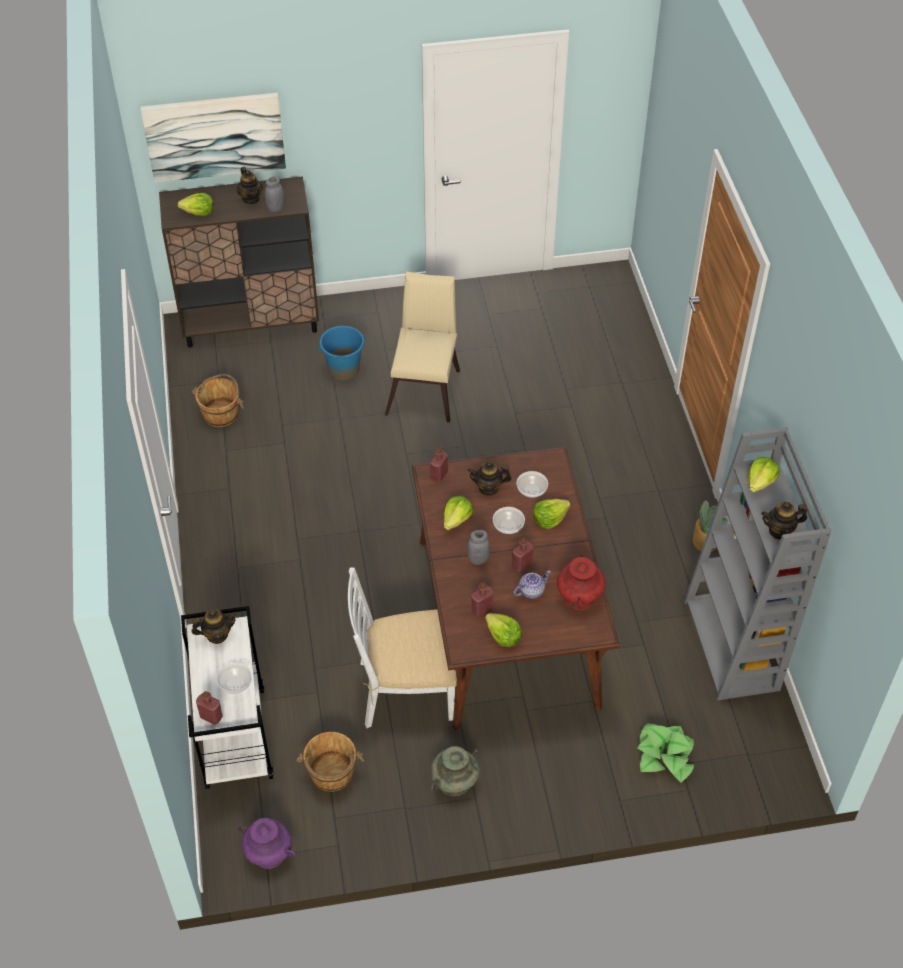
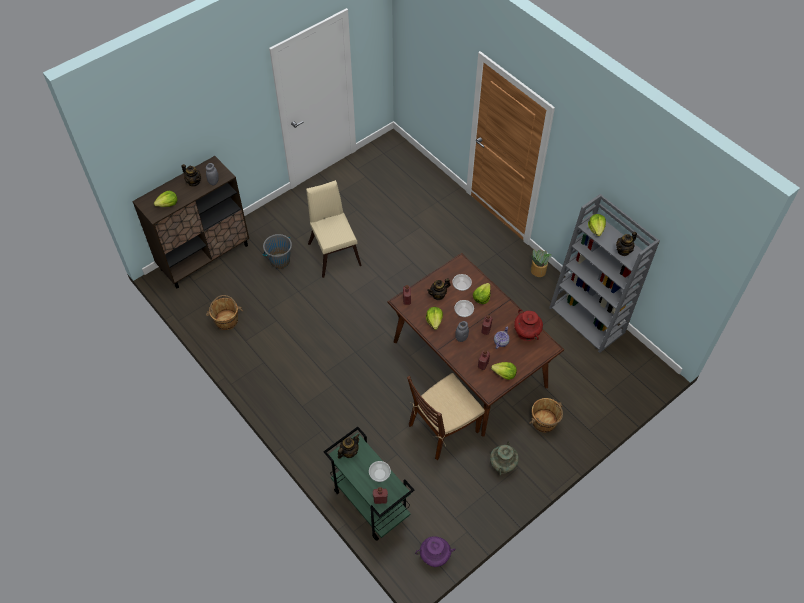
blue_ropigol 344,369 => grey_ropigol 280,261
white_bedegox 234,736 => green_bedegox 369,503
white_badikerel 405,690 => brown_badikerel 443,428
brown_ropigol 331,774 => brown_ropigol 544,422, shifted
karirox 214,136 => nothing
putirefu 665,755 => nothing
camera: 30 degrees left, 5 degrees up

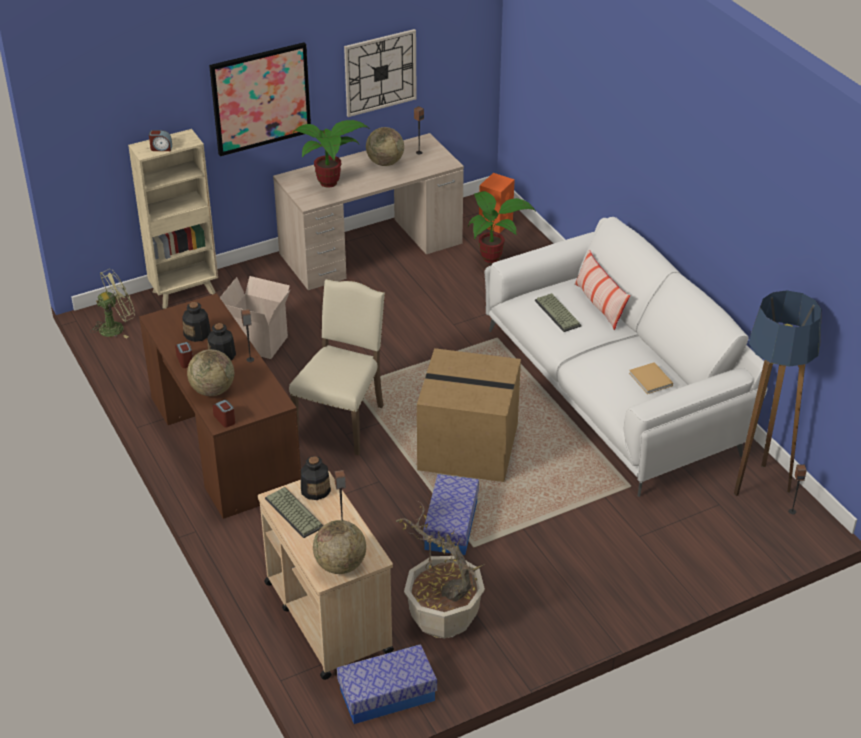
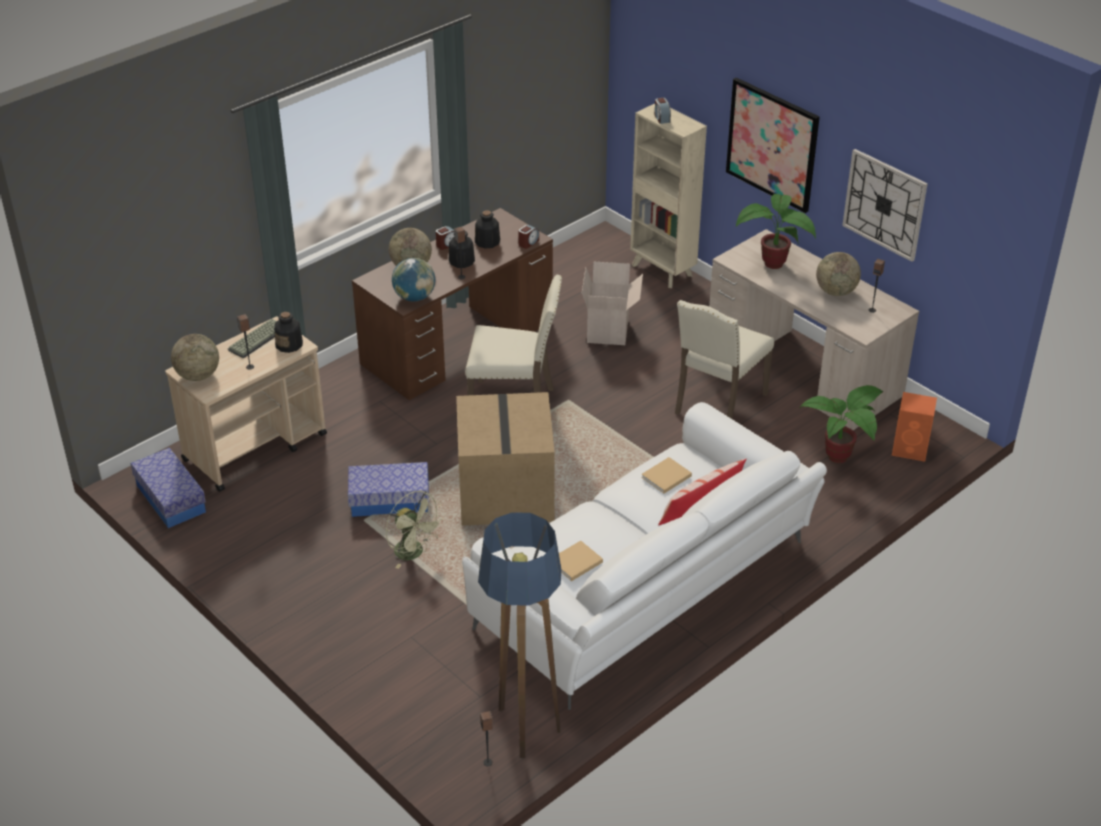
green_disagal 116,327 => green_disagal 414,553, shifted
nothing => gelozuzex 414,297
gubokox 225,419 => gubokox 528,243, shifted
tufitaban 559,313 => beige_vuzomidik 665,477
nothing => beige_badikerel 718,404
putirefu 443,619 => nothing
camera: 75 degrees right, 0 degrees up

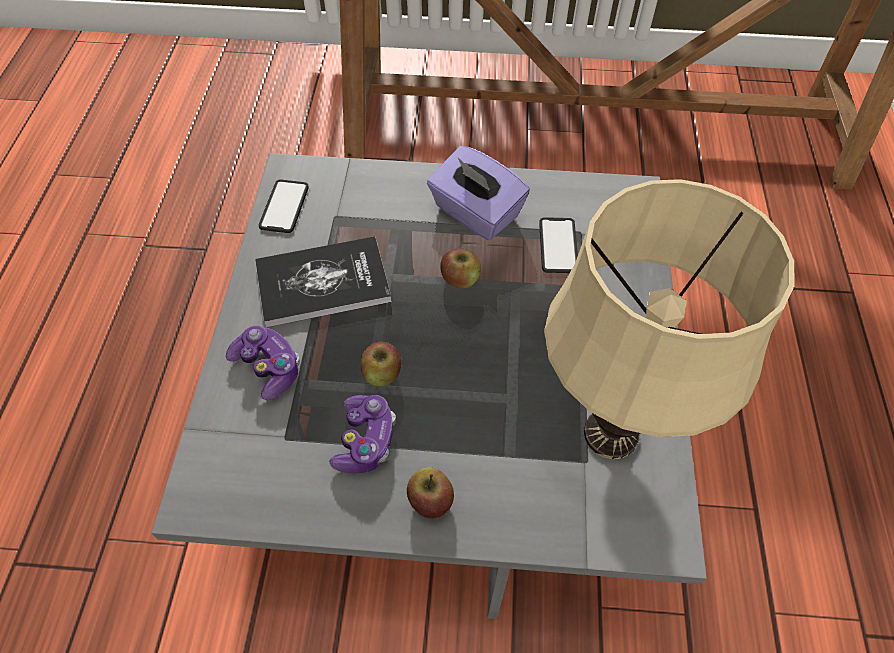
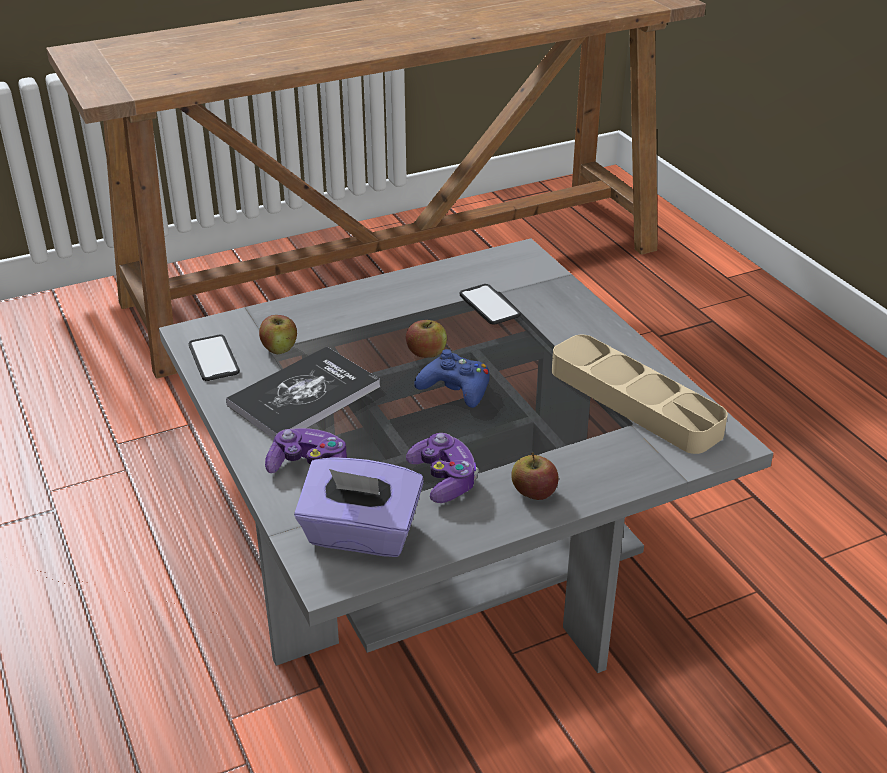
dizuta 382,374 => dizuta 279,348, shifted
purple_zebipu 475,213 => purple_zebipu 360,535, shifted
nothing => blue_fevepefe 456,388
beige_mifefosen 609,434 => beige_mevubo 634,401
camera: 30 degrees left, 20 degrees down

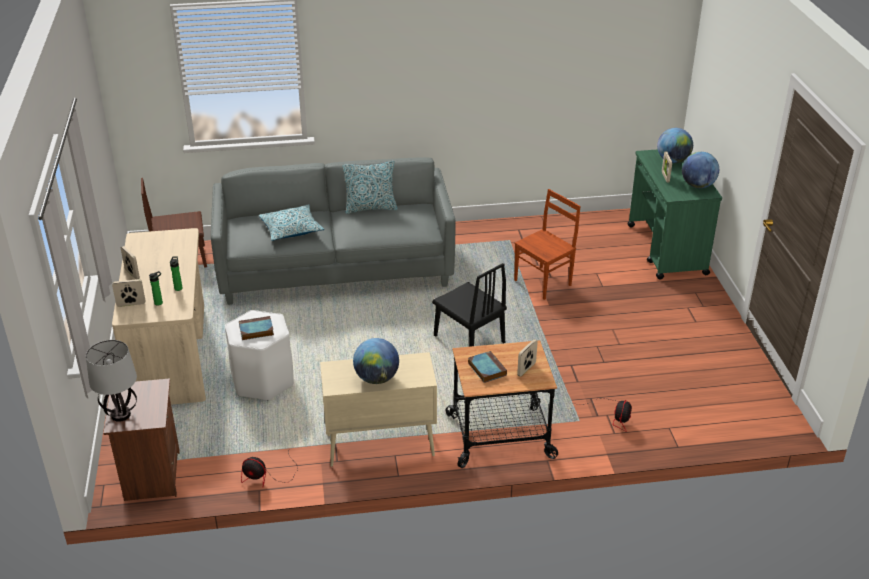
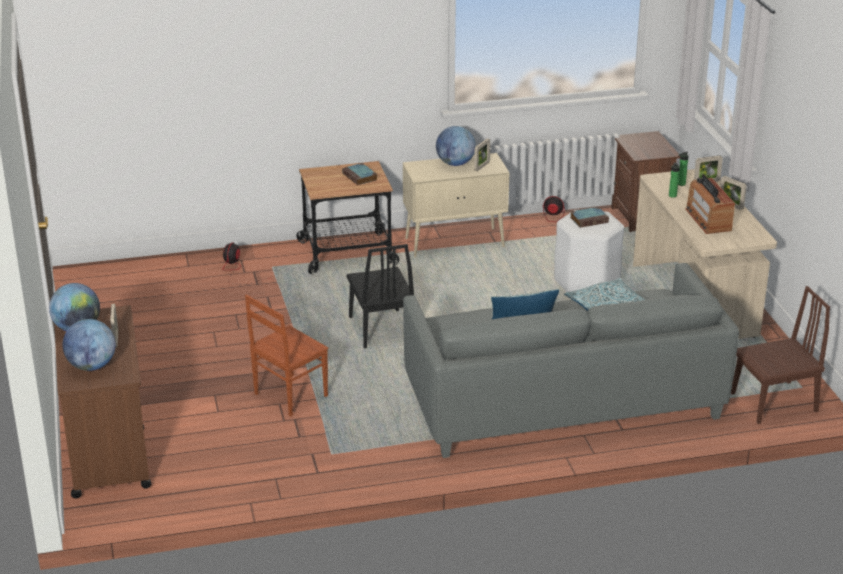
green_bedegox 667,250 => brown_bedegox 108,450
black_badikerel 469,339 => black_badikerel 381,328, 150 degrees counterclockwise
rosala 526,369 => rosala 482,166, shifted
nothing => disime 708,219
mifefosen 121,415 => nothing
camera: 175 degrees right, 5 degrees down

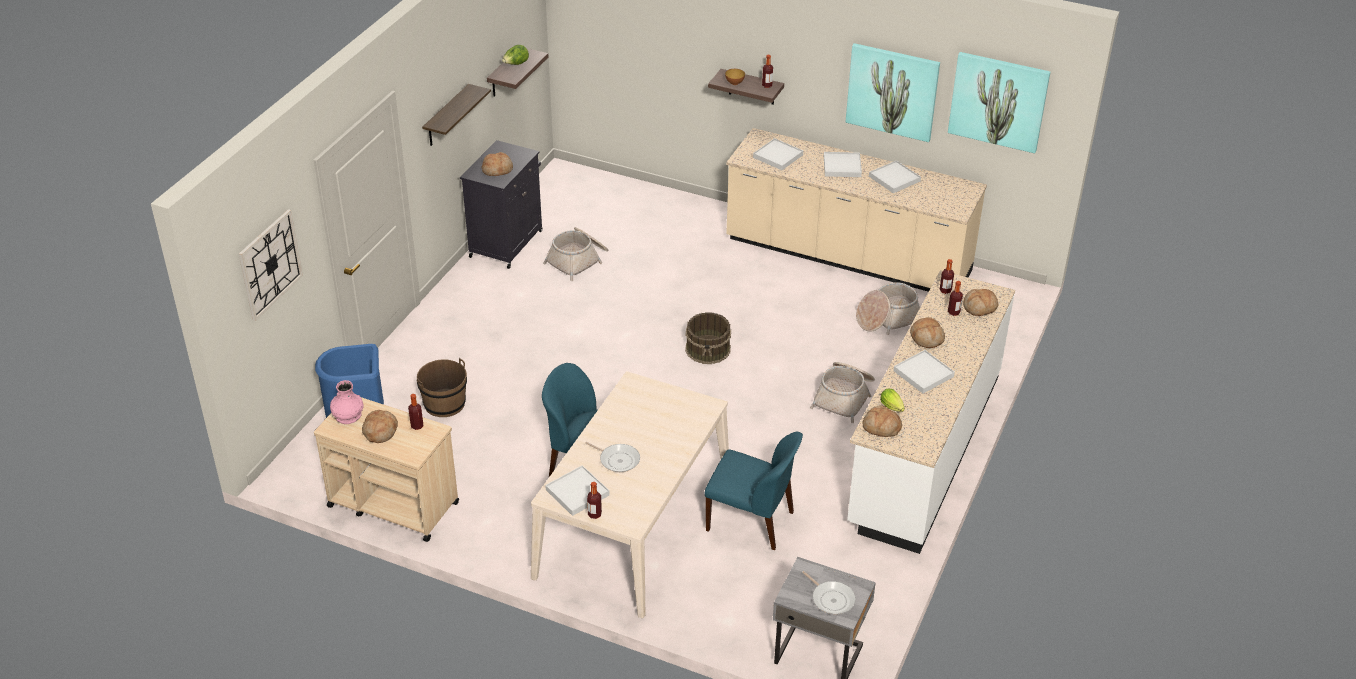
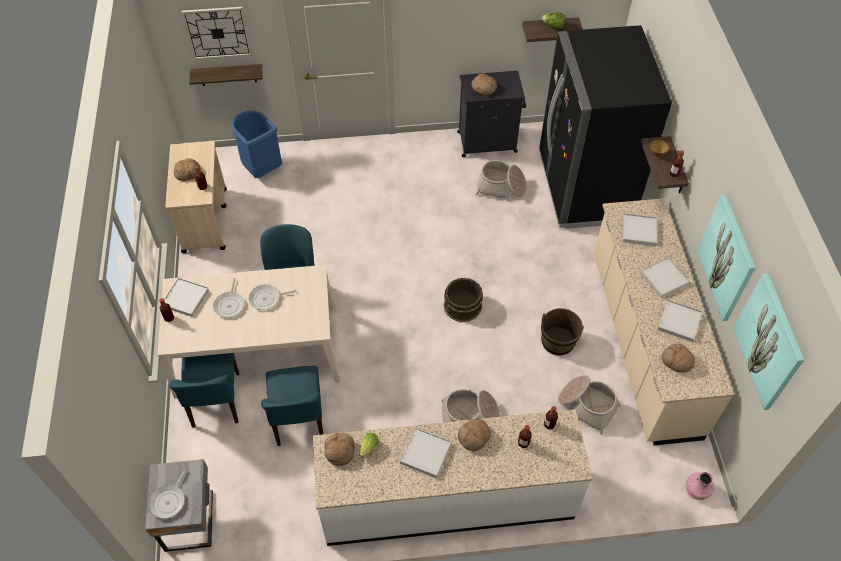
nothing => blue_badikerel 215,401
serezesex 447,116 => serezesex 228,75, shifted
nothing => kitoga 267,298
nothing => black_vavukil 584,188
brown_ropigol 444,403 => brown_ropigol 558,341, shifted
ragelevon 980,307 => ragelevon 676,361, shifted
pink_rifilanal 348,415 => pink_rifilanal 697,489, shifted
camera: 60 degrees right, 15 degrees up

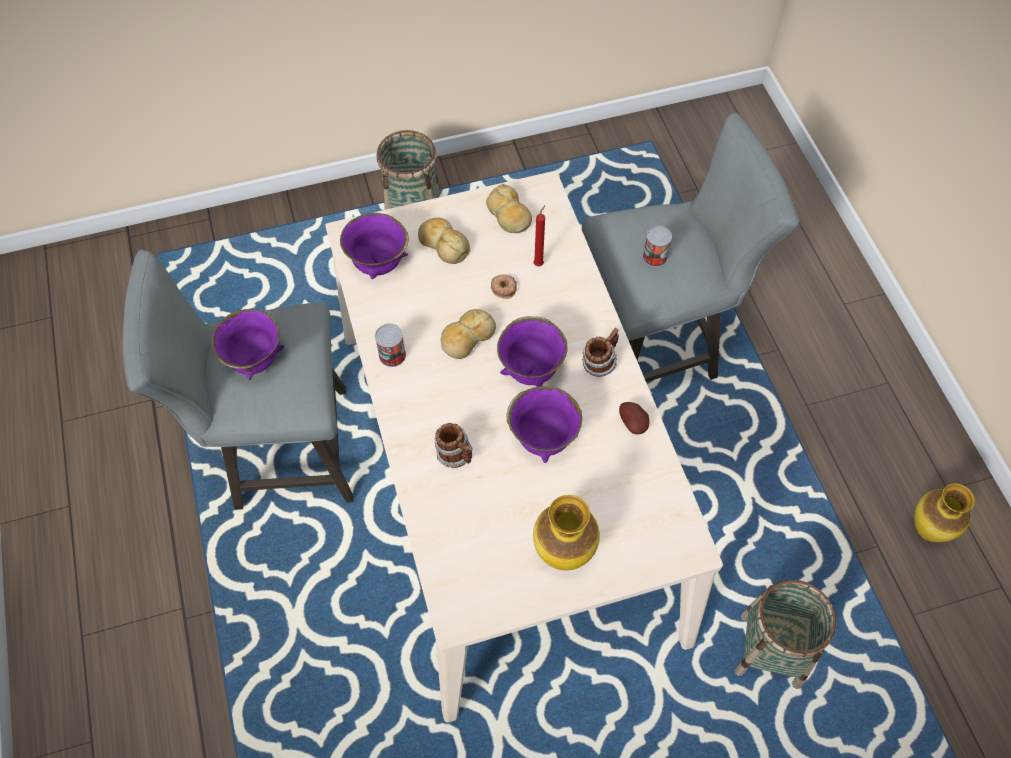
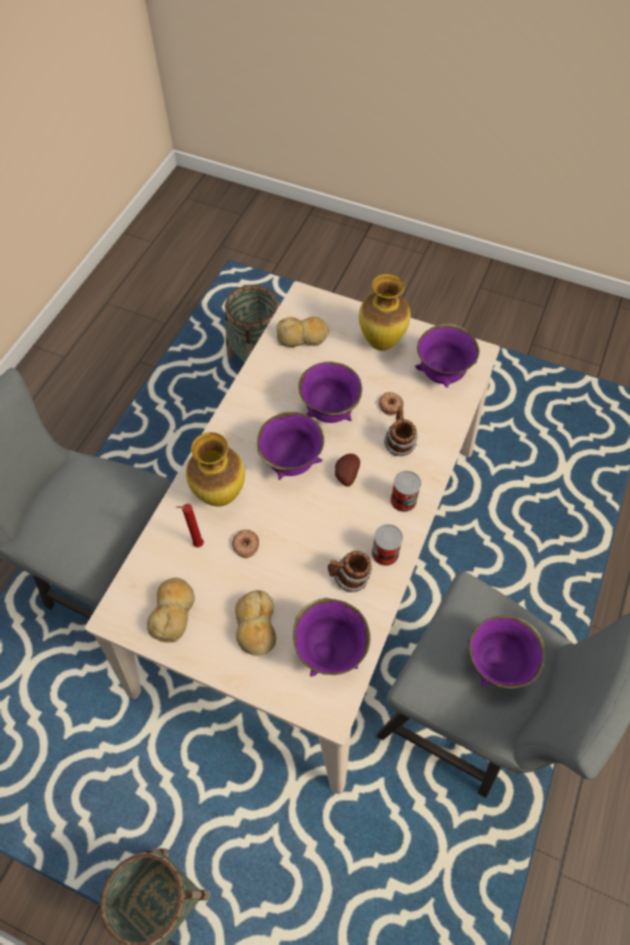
rifilanal 926,530 => rifilanal 221,496, shifted
ragelevon 467,338 => ragelevon 302,337, shifted
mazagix 600,363 => mazagix 349,578, shifted
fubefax 634,423 => fubefax 345,475, shifted
nothing => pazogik 391,405
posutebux 655,257 => posutebux 403,500, shifted
nothing => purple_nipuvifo 442,374
camera: 140 degrees left, 0 degrees up

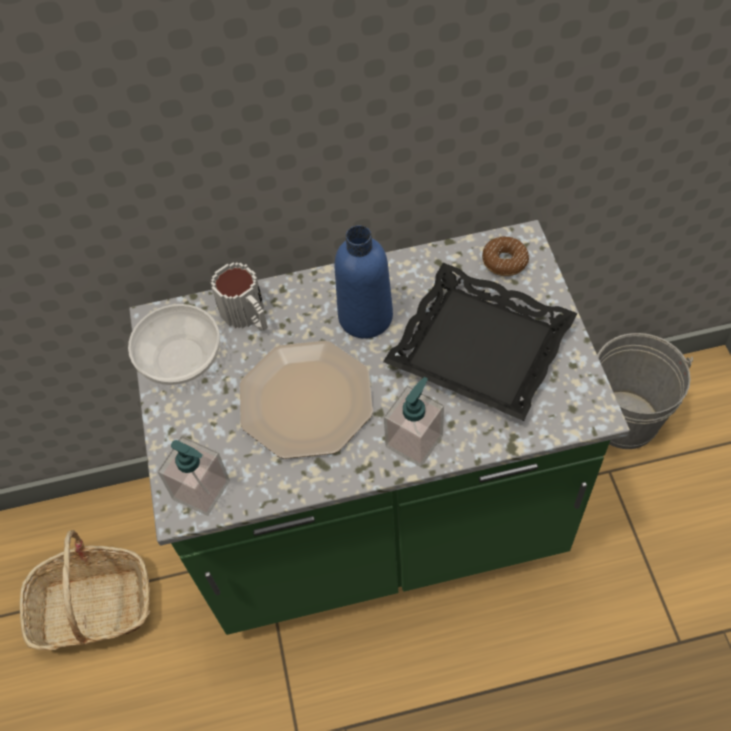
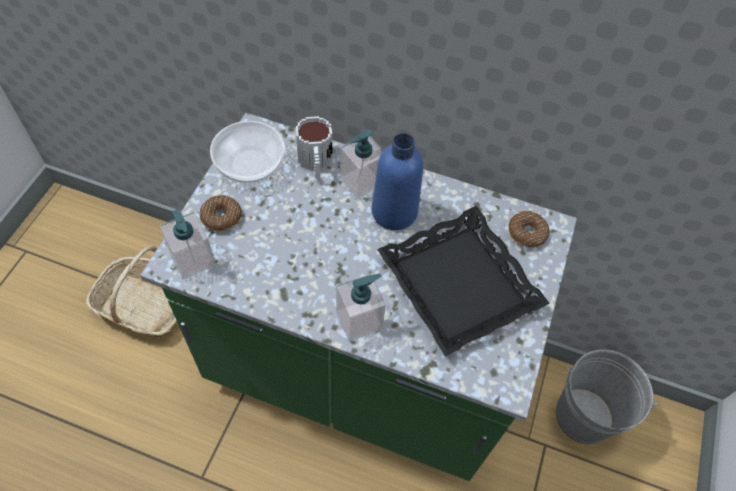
nothing => pazogik 221,217
nothing => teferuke 361,181
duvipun 307,399 => nothing
camera: 25 degrees right, 0 degrees up

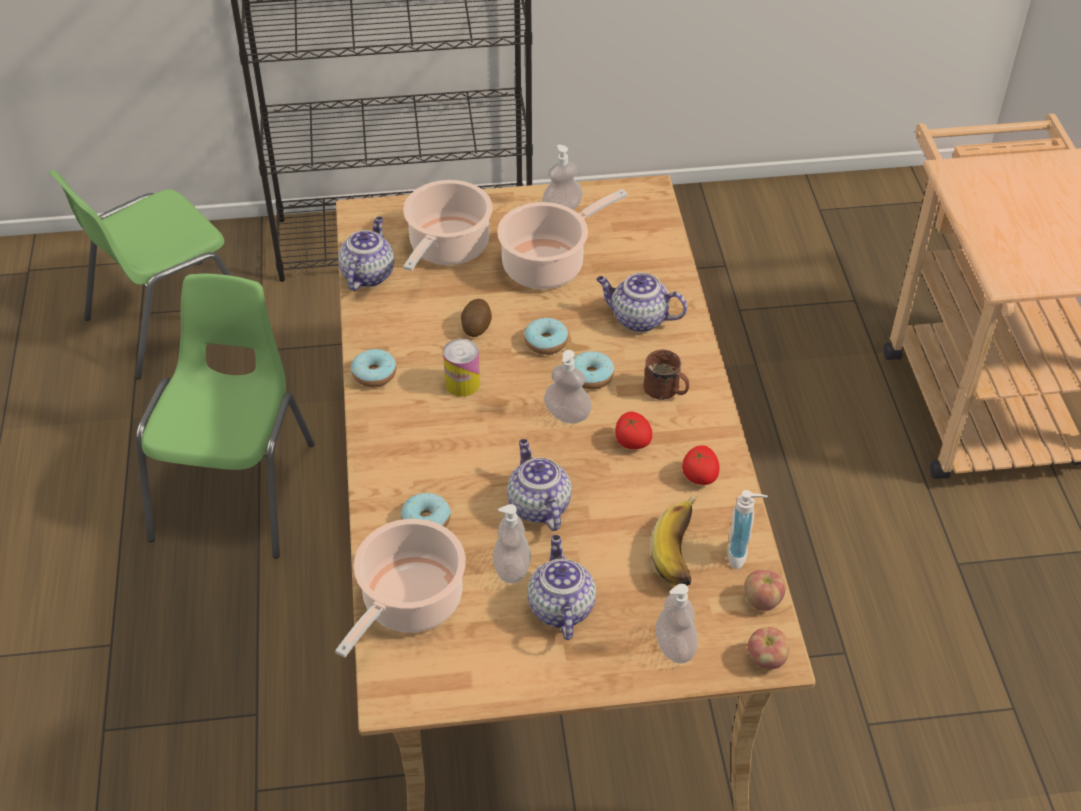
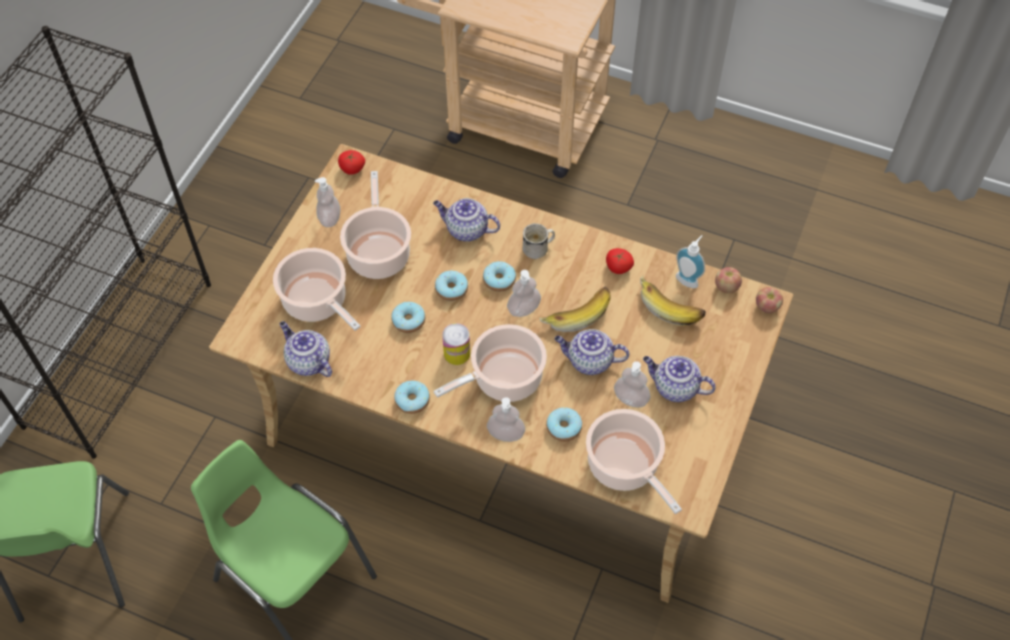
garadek 632,442 => garadek 352,169, shifted
fubefax 476,326 => pazogik 408,321
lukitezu 638,319 => lukitezu 466,230, 60 degrees clockwise
nothing => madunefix 503,379
teferuke 675,647 => teferuke 506,434, shifted
brown_mazagix 666,392 => white_mazagix 539,248
nothing => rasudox 575,313
camera: 60 degrees left, 10 degrees up

